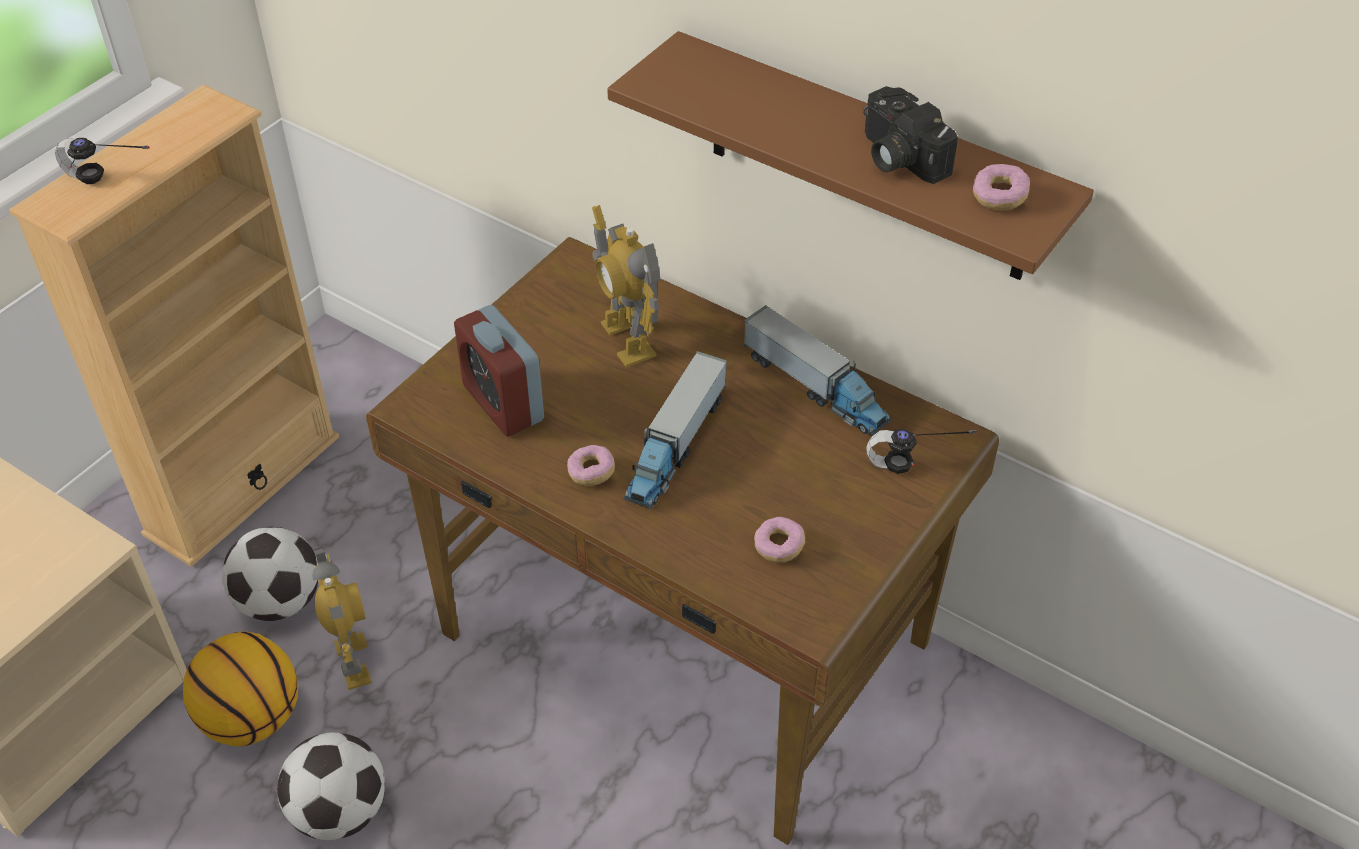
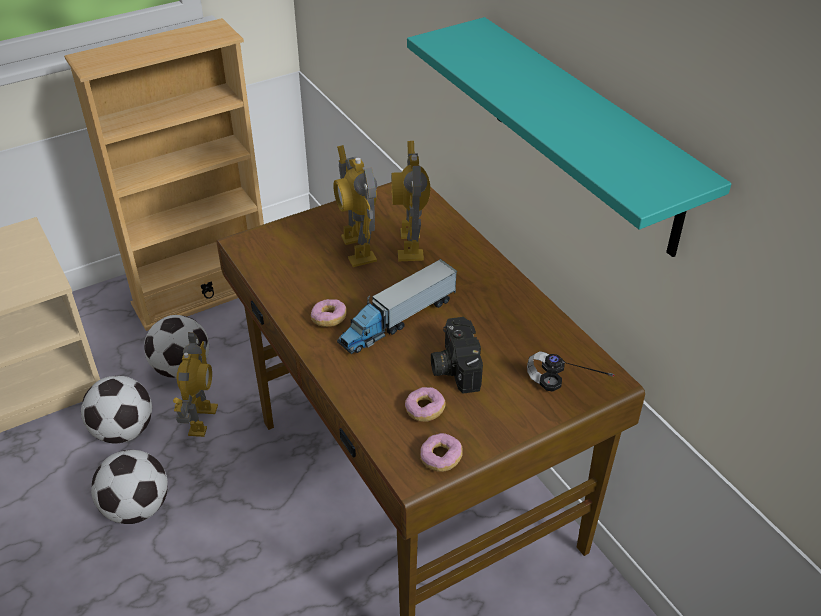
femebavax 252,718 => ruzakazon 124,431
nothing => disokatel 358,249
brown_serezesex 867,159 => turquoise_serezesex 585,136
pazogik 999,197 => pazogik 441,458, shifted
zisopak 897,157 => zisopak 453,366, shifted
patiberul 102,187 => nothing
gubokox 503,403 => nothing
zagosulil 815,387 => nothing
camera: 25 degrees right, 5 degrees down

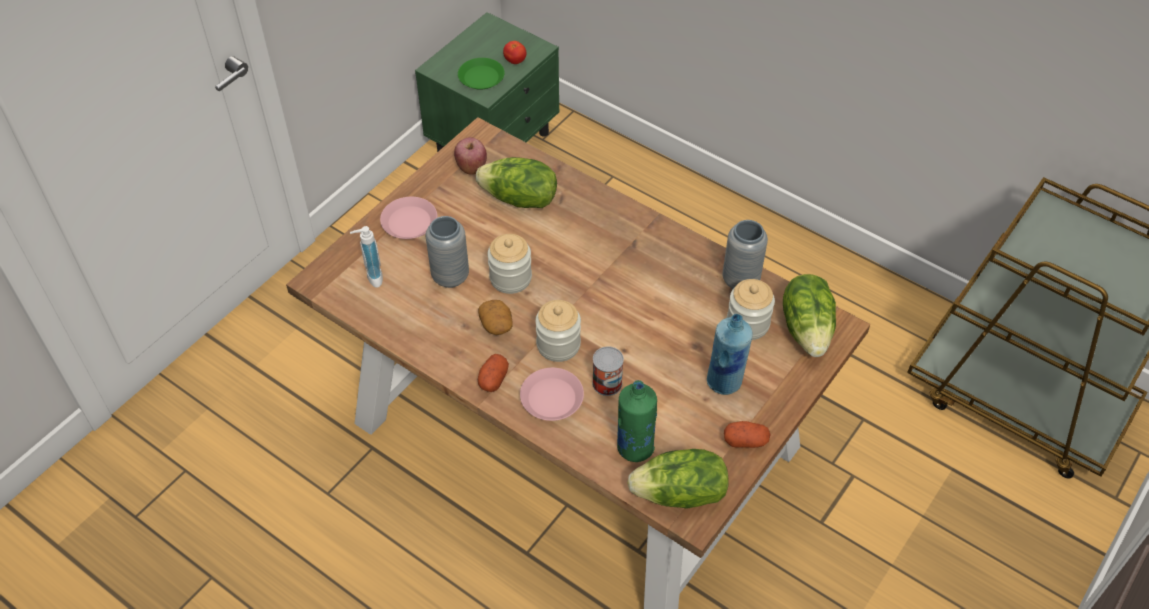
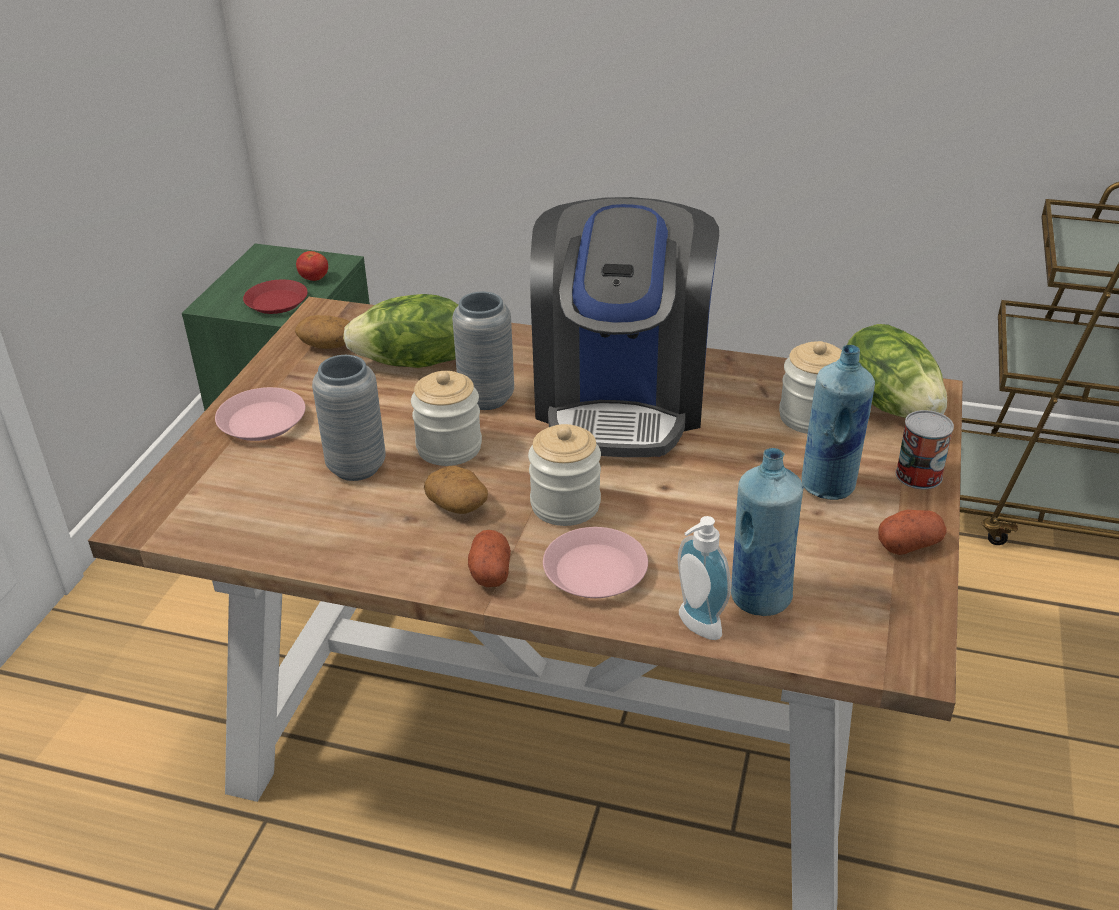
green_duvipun 481,78 => red_duvipun 276,302
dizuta 471,167 => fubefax 326,345
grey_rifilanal 740,280 => grey_rifilanal 486,398, shifted
nothing => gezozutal 621,398
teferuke 371,277 => teferuke 695,627, shifted
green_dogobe 635,447 => blue_dogobe 759,597
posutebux 607,383 => posutebux 918,475, shifted
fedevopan 680,494 => nothing
camera: 20 degrees left, 15 degrees down

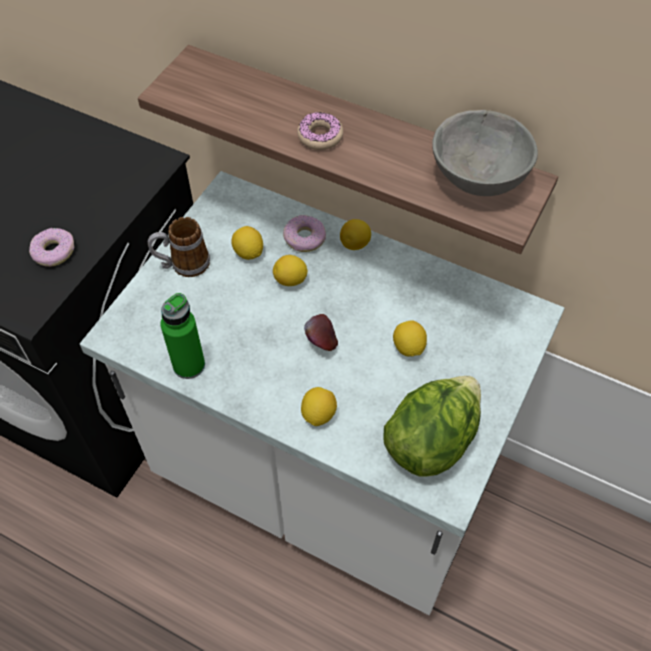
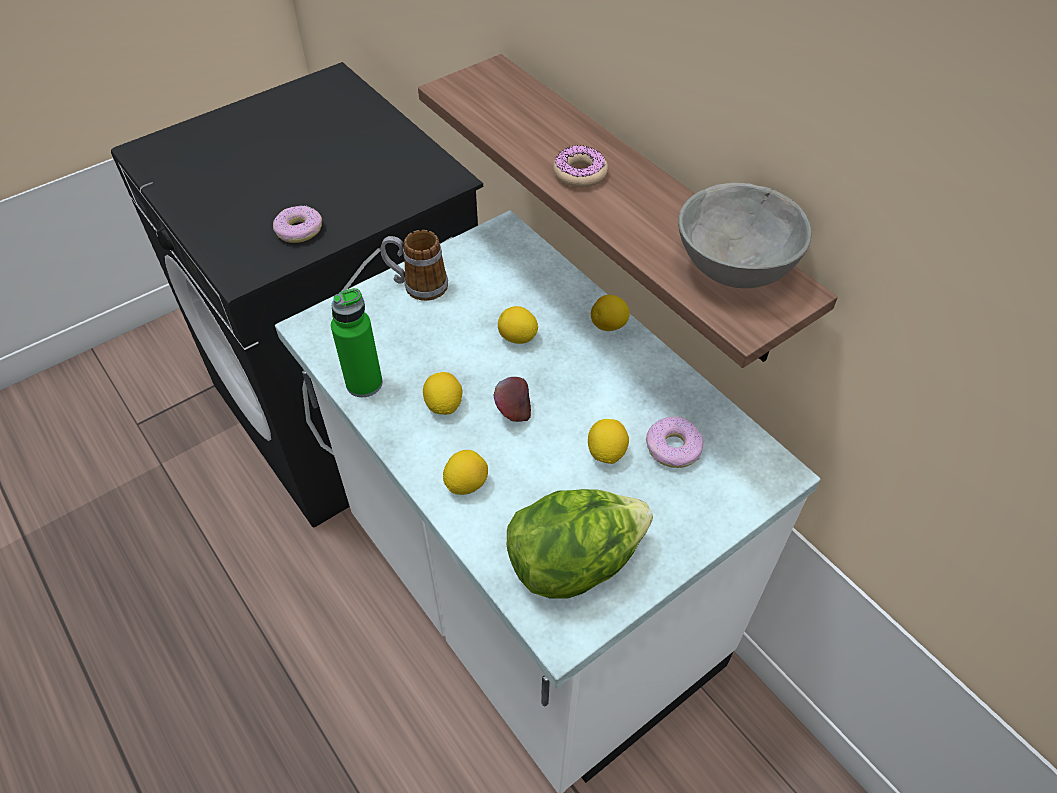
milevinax 248,253 => milevinax 444,405, shifted
pazogik 304,238 => pazogik 673,448, shifted
camera: 25 degrees right, 5 degrees down

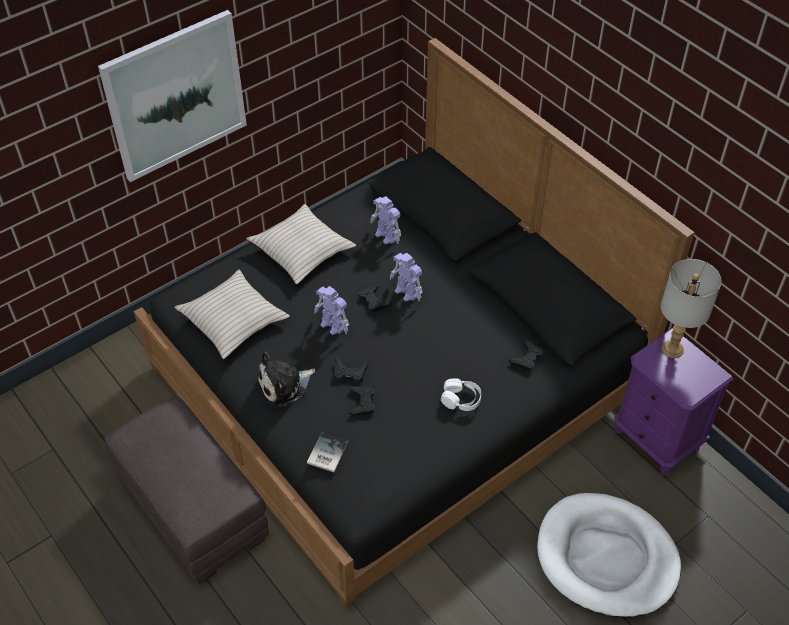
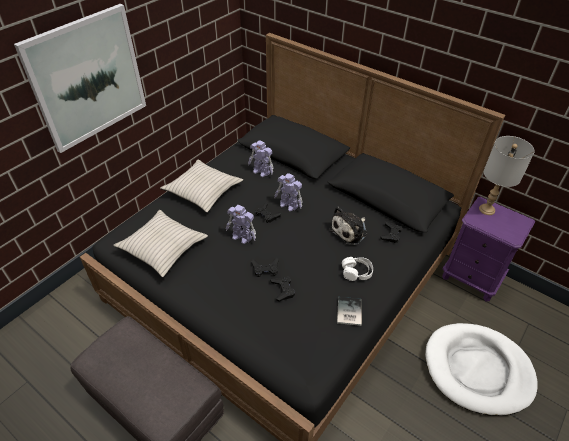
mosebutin 284,385 => mosebutin 350,231, shifted
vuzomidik 326,453 => vuzomidik 348,312, shifted
camera: 15 degrees left, 5 degrees down

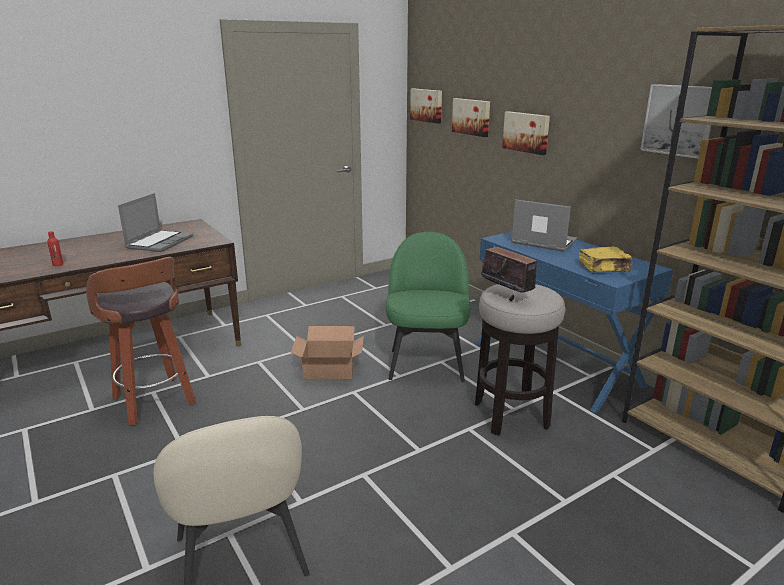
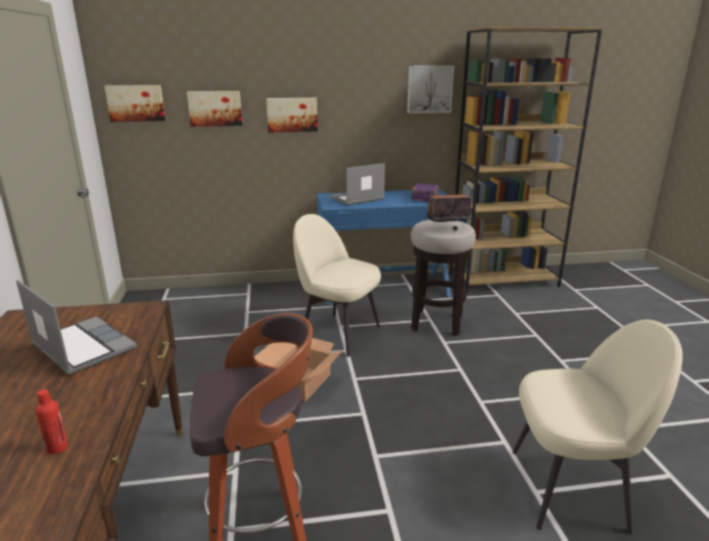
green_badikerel 426,364 => beige_badikerel 338,333
yellow_vuzomidik 604,268 => purple_vuzomidik 425,199
camera: 65 degrees left, 0 degrees up

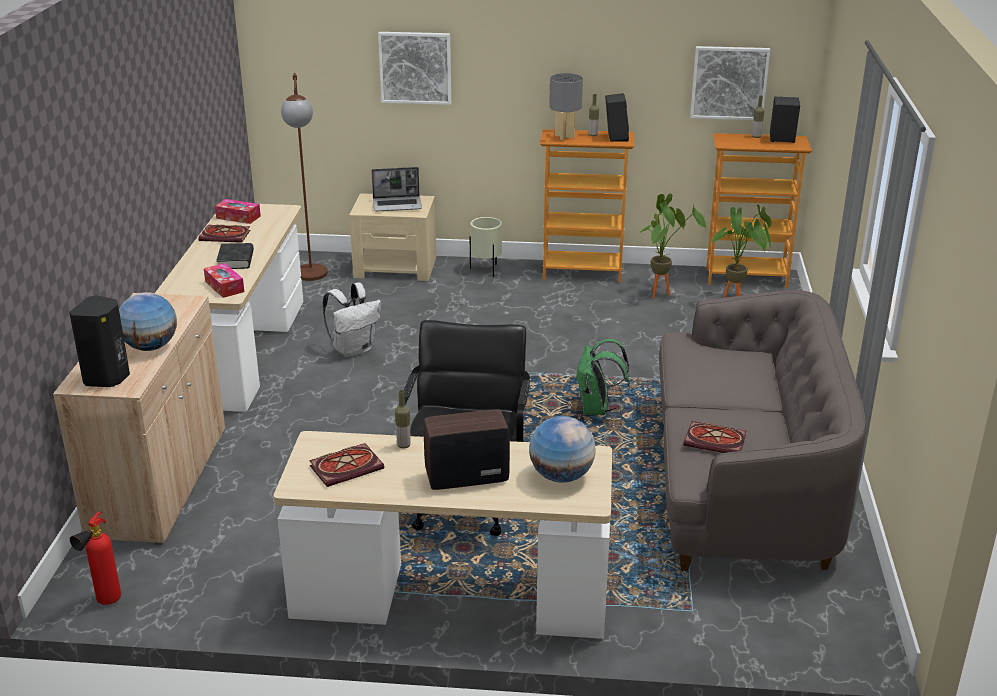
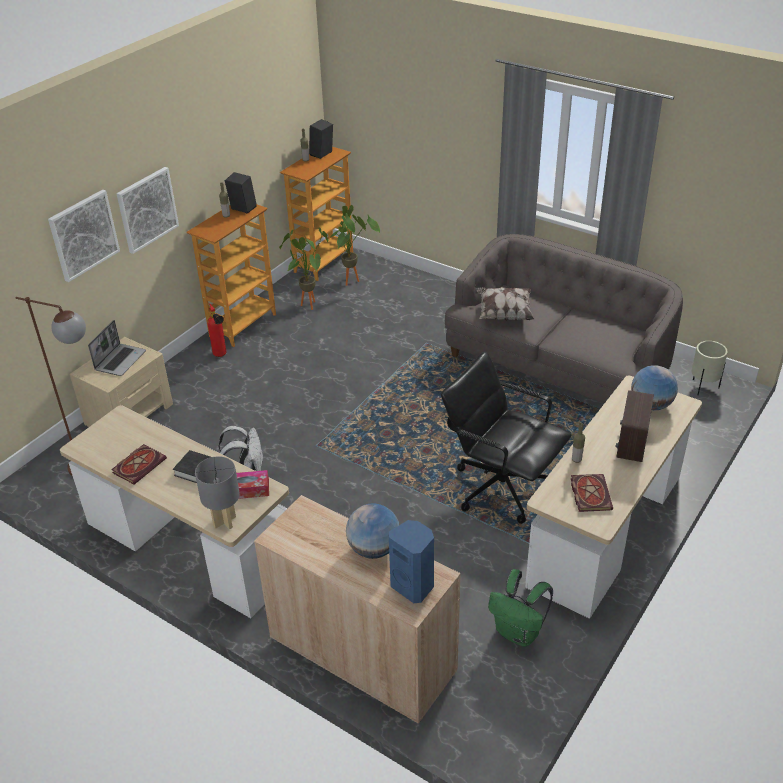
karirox 729,82 => karirox 147,209, shifted
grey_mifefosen 564,136 => grey_mifefosen 224,521, shifted
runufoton 105,603 => runufoton 221,356, shifted
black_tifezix 108,378 => blue_tifezix 413,586
nothing => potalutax 504,314
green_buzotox 597,409 => green_buzotox 518,633, shifted
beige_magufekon 486,270 => beige_magufekon 703,388, shifted
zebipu 238,217 => nothing
vuzomidik 716,441 => nothing
camera: 60 degrees left, 10 degrees up

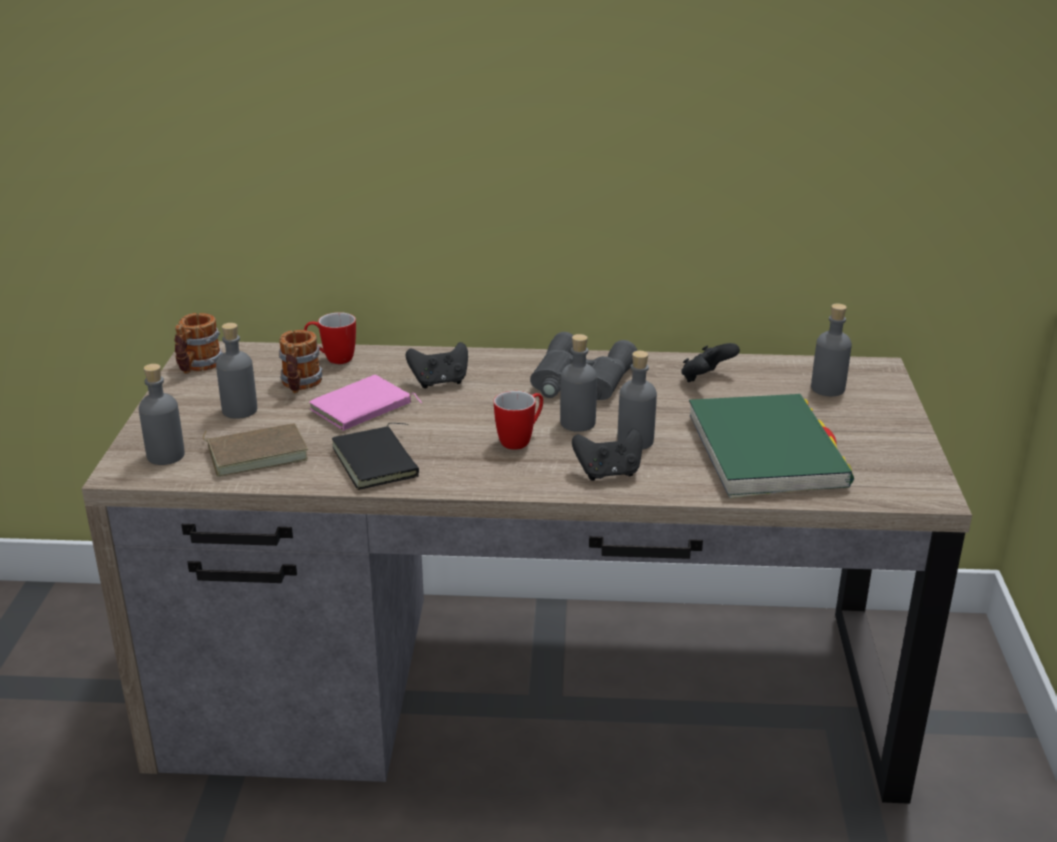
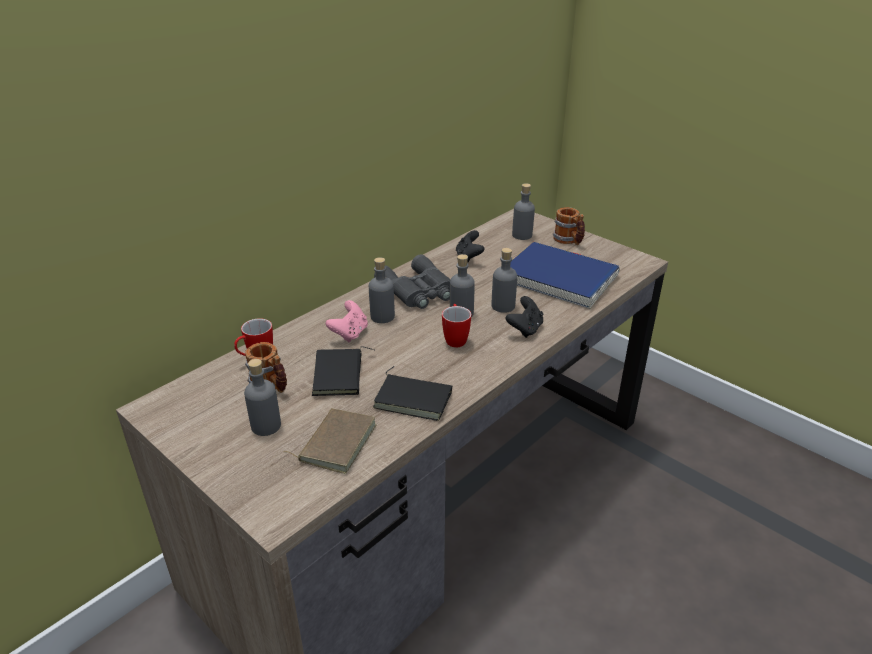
pink_vuzomidik 362,409 => black_vuzomidik 340,375
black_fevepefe 440,382 => pink_fevepefe 349,333
grey_dogobe 166,455 => grey_dogobe 382,316, shifted
green_vuzomidik 766,452 => blue_vuzomidik 559,278
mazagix 198,366 => mazagix 568,241, shifted
camera: 50 degrees left, 5 degrees up

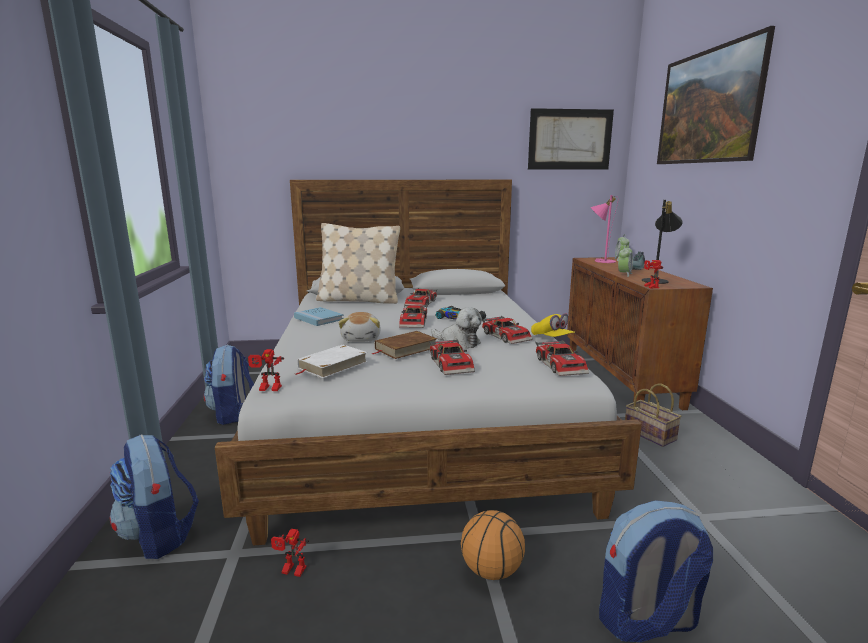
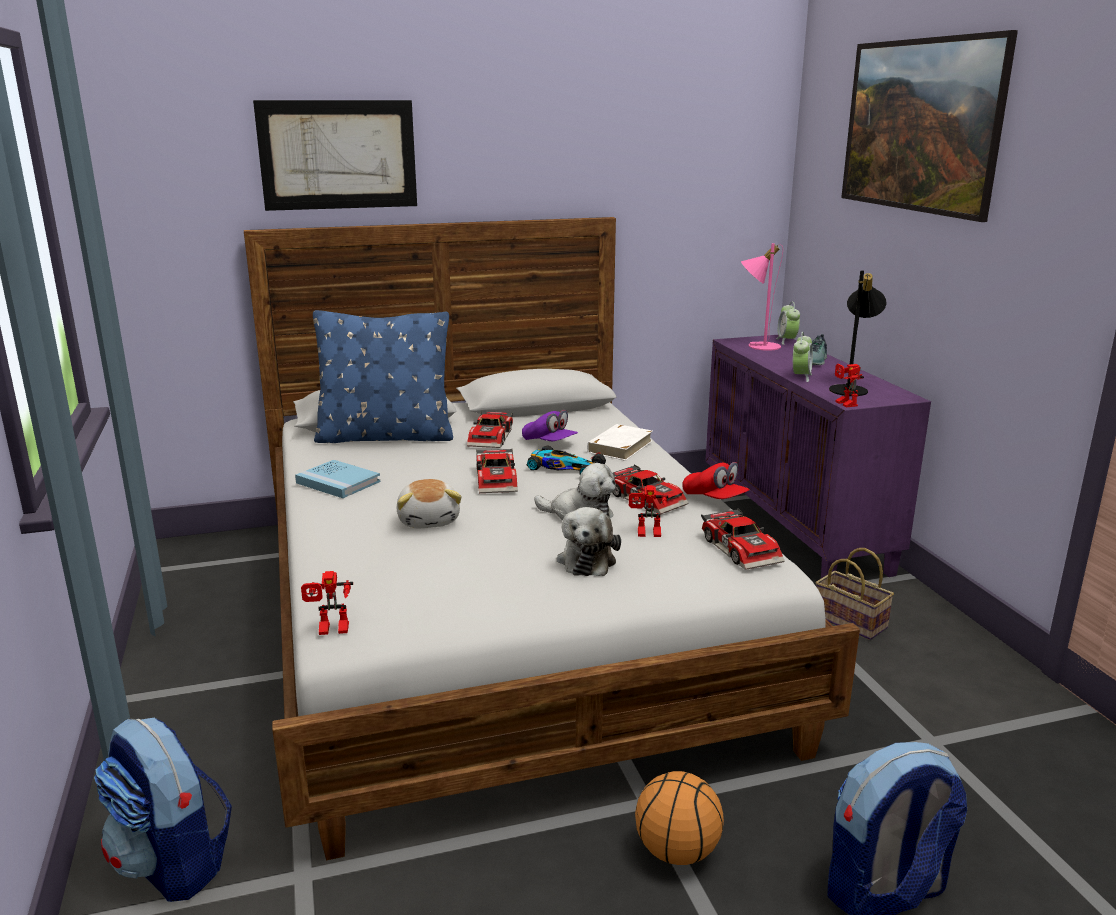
karirox 570,139 => karirox 338,155, shifted
beige_potalutax 359,300 => blue_potalutax 385,436
nothing => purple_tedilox 549,443
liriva 452,364 => mosebutin 587,559
white_vuzomidik 332,365 => white_vuzomidik 619,447, shifted
disokatel 291,571 => disokatel 647,534, shifted
yellow_tedilox 552,338 => red_tedilox 714,499
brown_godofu 621,377 => purple_godofu 795,527
buzotox 233,413 => nothing
brown_vuzomidik 405,348 => nothing
camera: 10 degrees left, 5 degrees up

